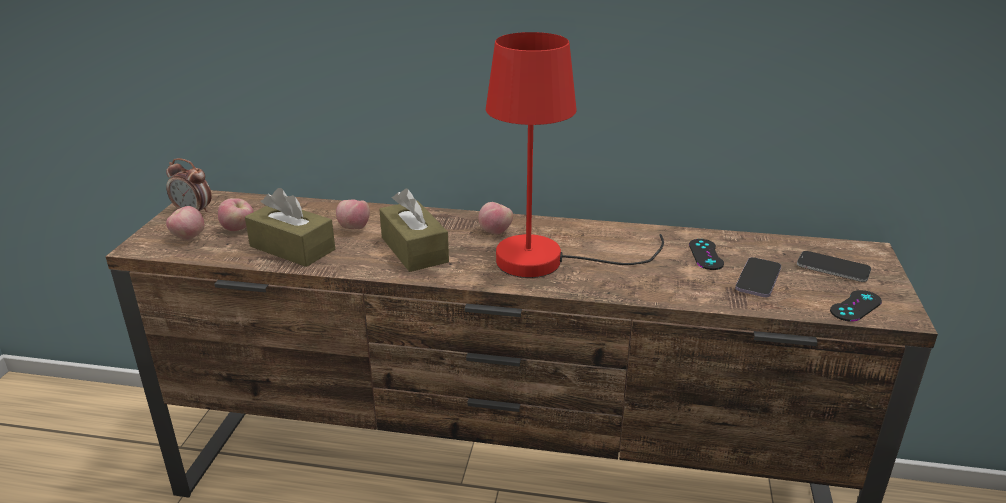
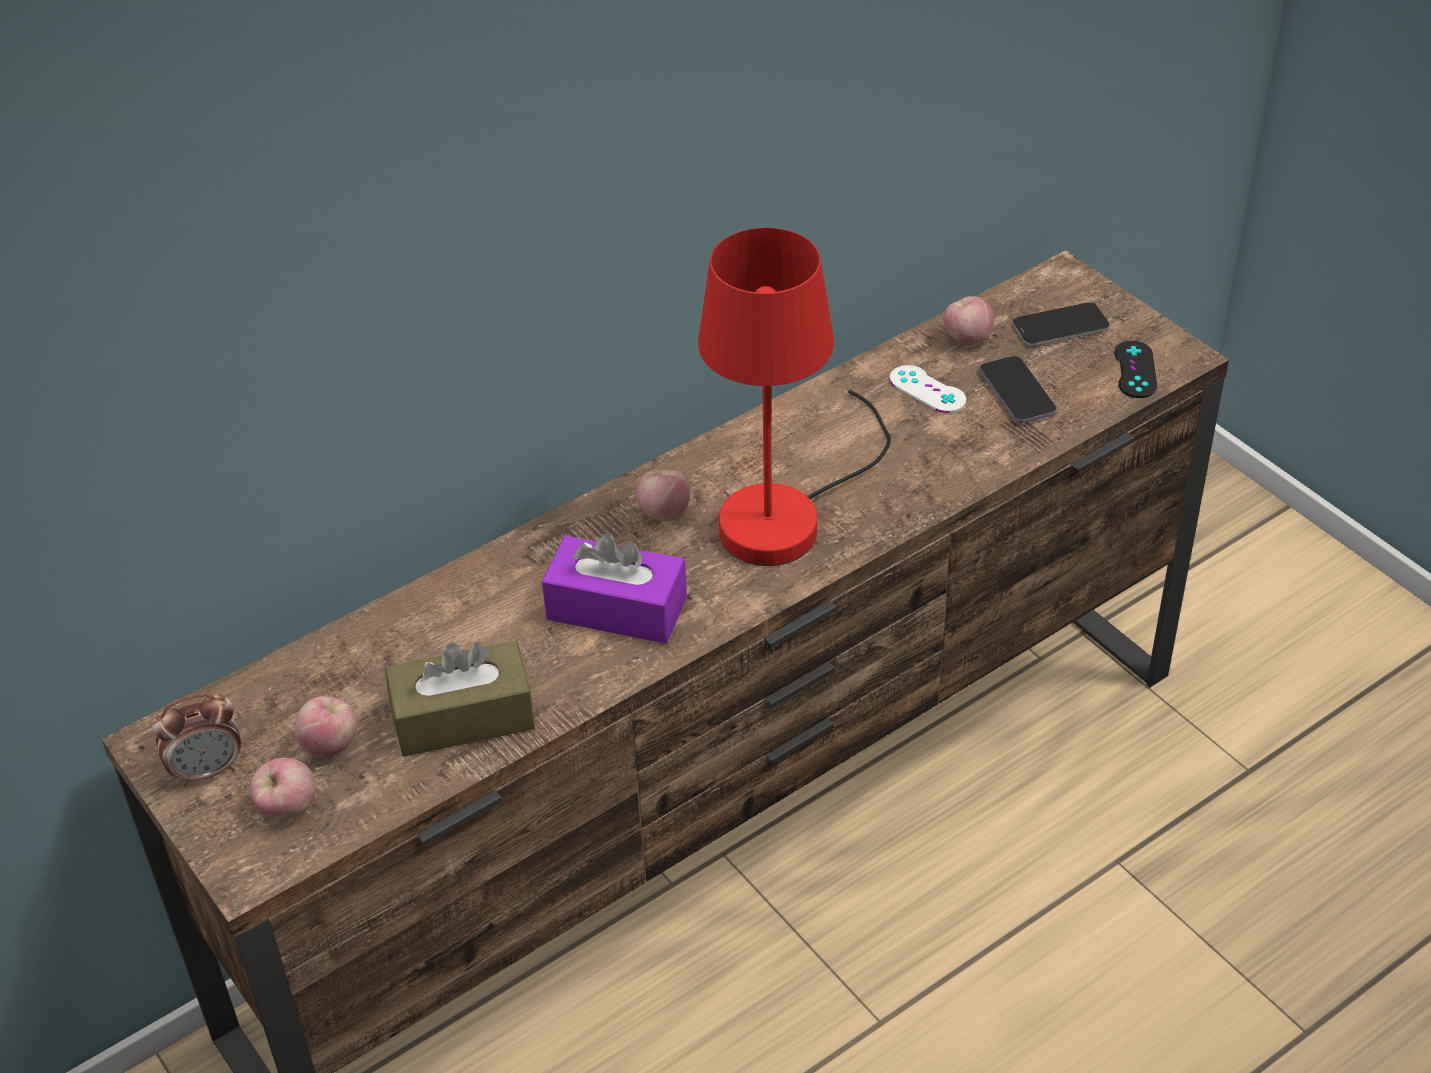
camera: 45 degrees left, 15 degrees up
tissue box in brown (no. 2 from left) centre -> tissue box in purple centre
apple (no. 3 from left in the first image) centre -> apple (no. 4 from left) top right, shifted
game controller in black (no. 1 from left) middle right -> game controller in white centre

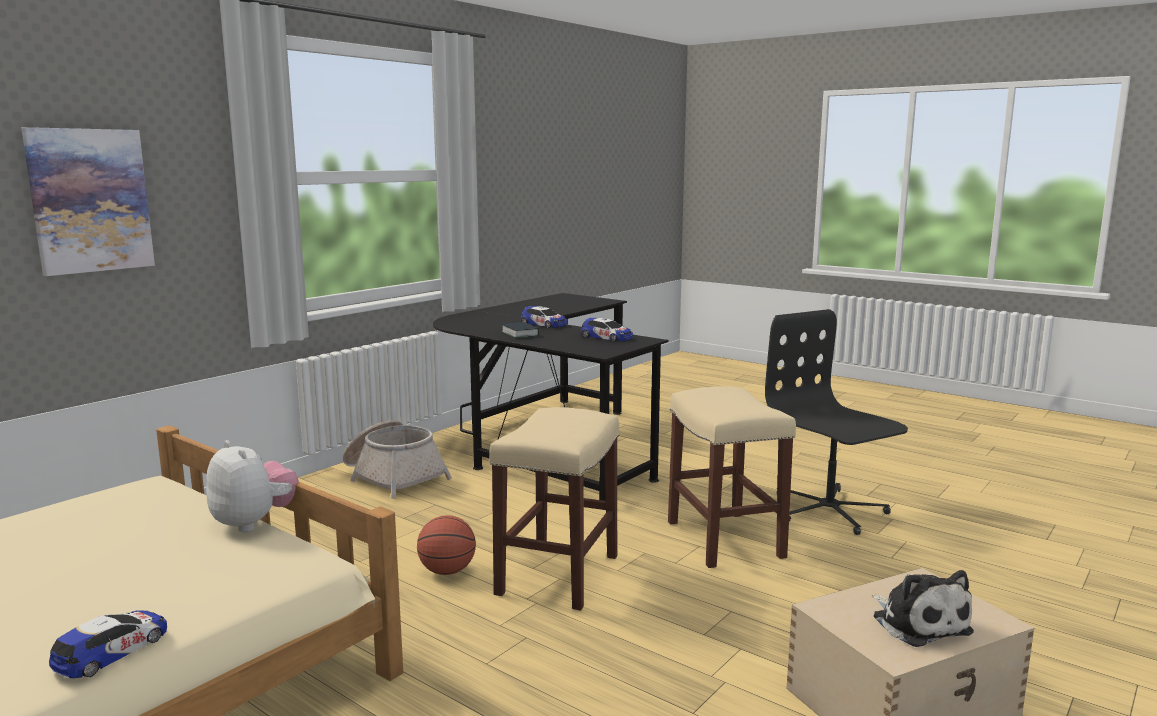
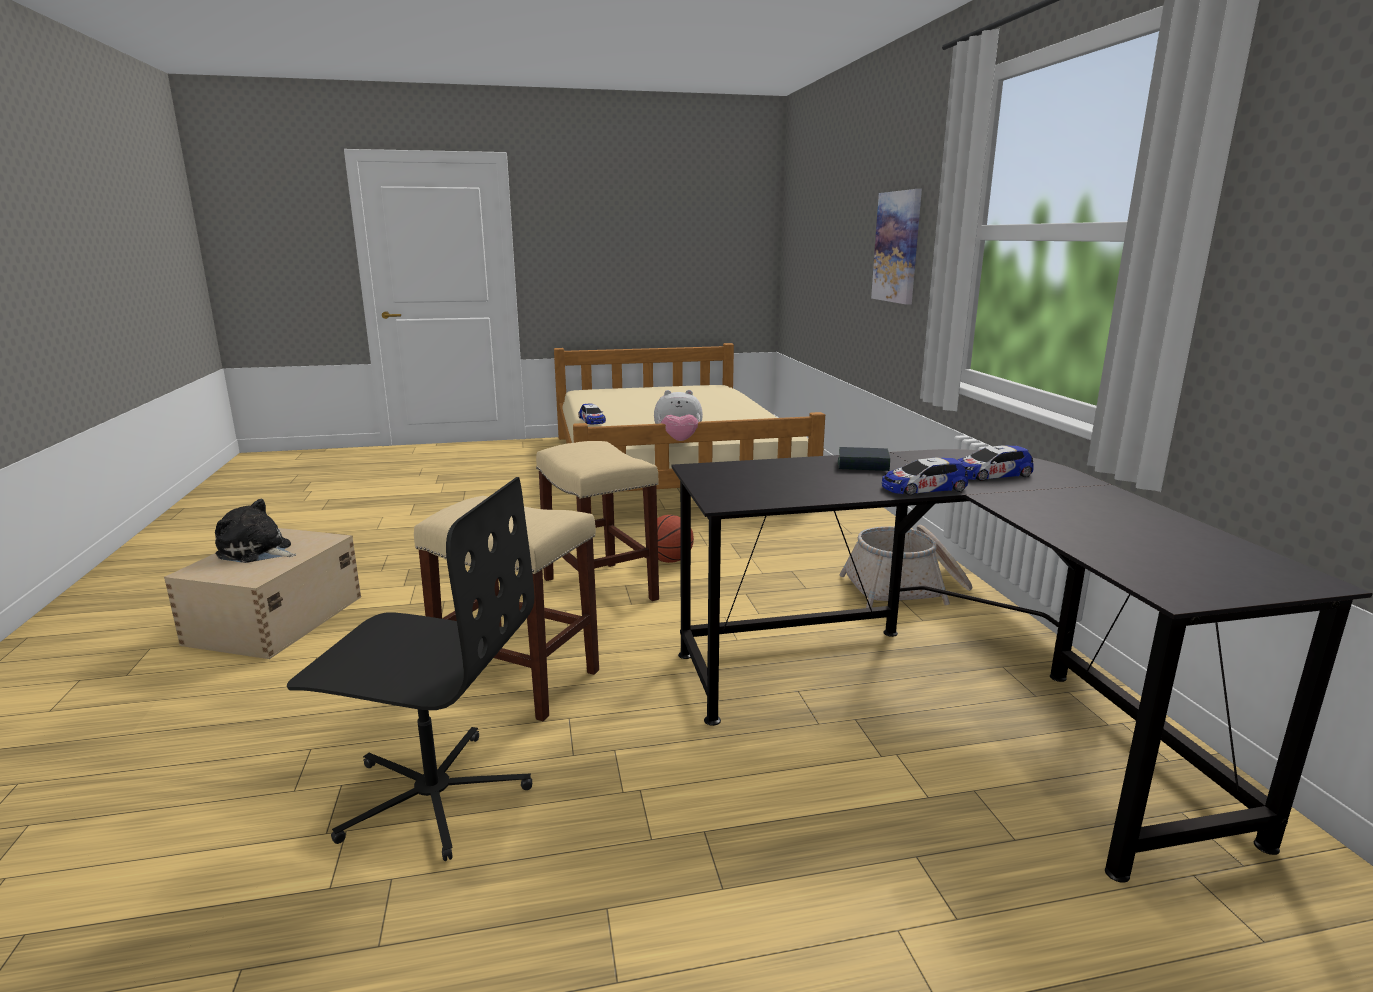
camera: 130 degrees right, 5 degrees up
toy car (no. 3 from left) centre -> toy car (no. 3 from left) middle right, shifted

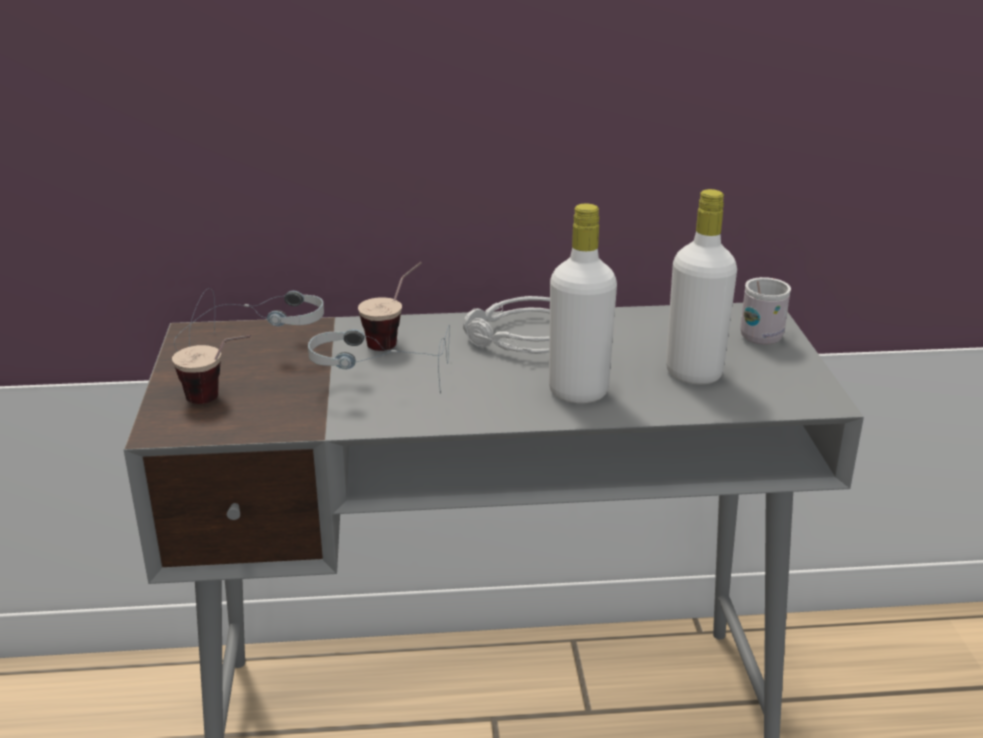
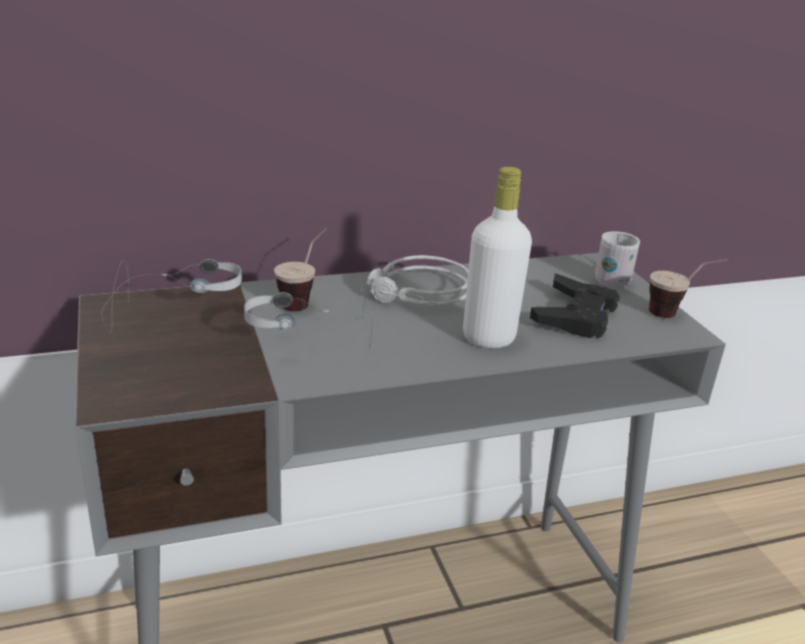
camera: 15 degrees left, 0 degrees up
bottle in white (no. 2 from left) middle right -> game controller in black middle right
cup (no. 1 from left in the first image) middle left -> cup (no. 2 from left) middle right, shifted

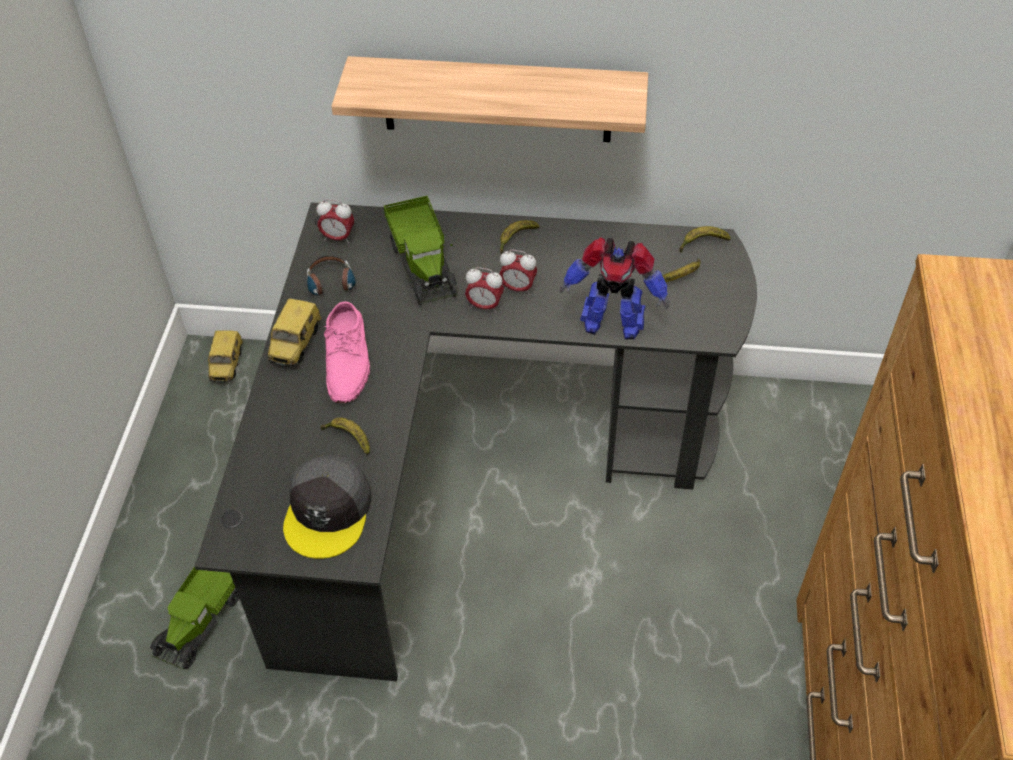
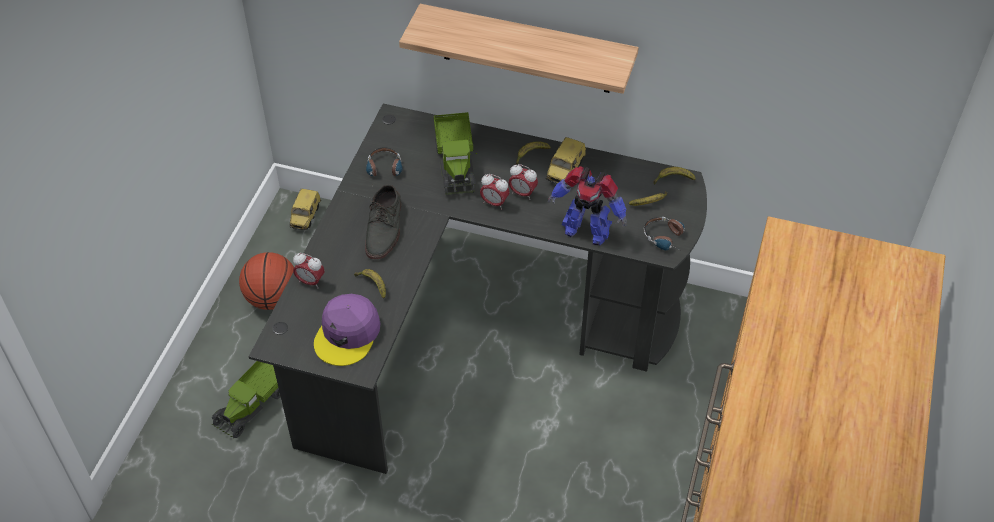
camera: 10 degrees right, 0 degrees up
alarm clock (no. 1 from left) top left -> alarm clock (no. 1 from left) middle left, shifted
toy car (no. 2 from left) middle left -> toy car (no. 2 from left) top centre, shifted
shoe in pink centre -> shoe in grey centre
cap in grey bottom left -> cap in purple centre
none -> headphones (no. 2 from left) middle right
none -> basketball middle left

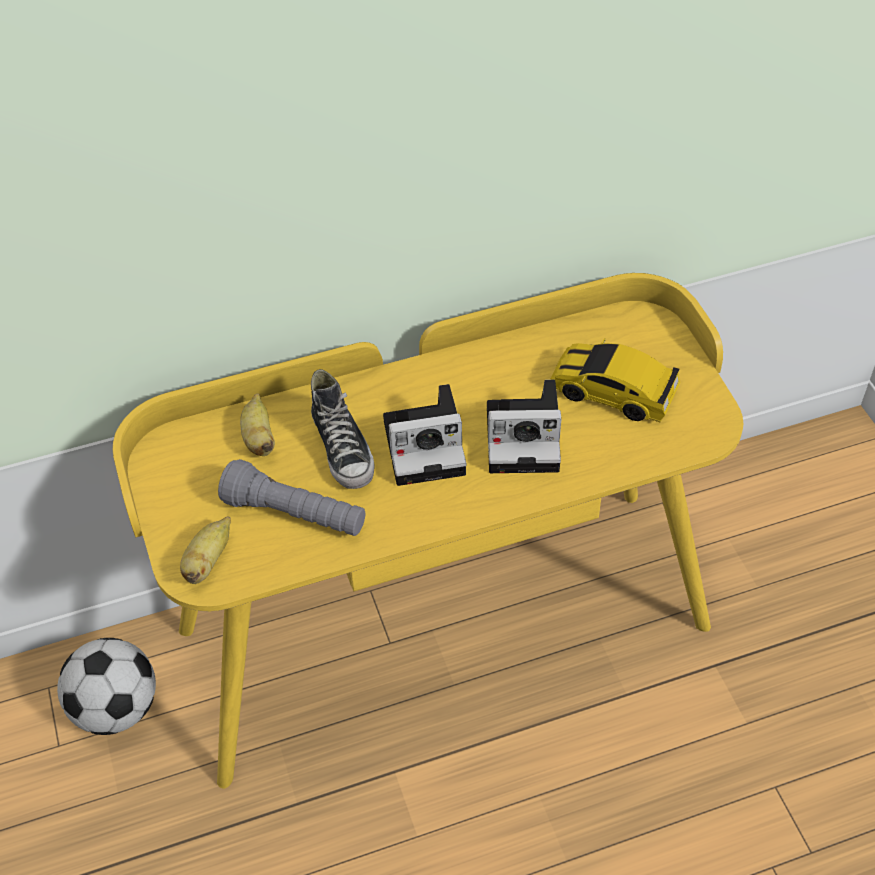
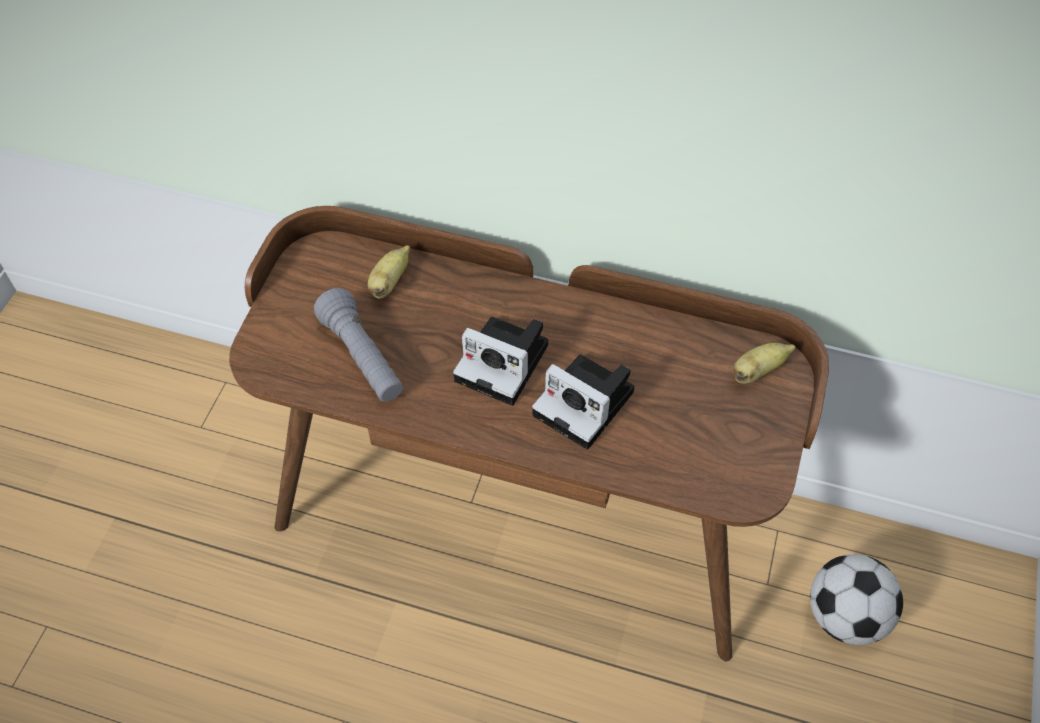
camera: 35 degrees right, 5 degrees up
desk in yellow centre -> desk in brown centre
toy car middle right -> none
shoe centre -> none
banana (no. 1 from left in the first image) middle left -> banana (no. 2 from left) middle right, shifted
football bottom left -> football bottom right, shifted

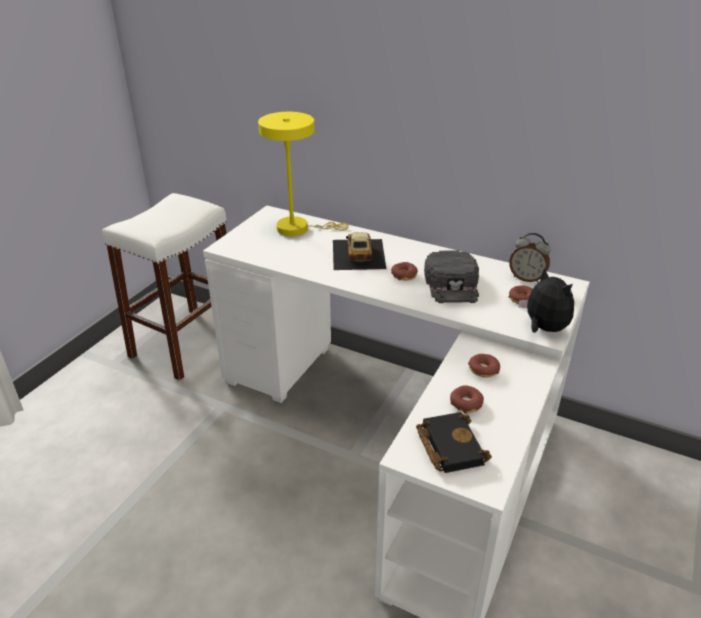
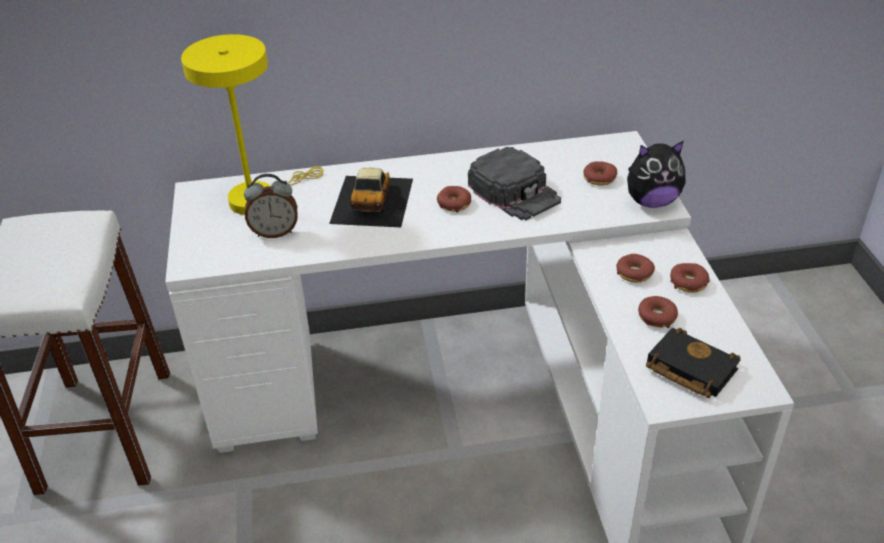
camera: 35 degrees left, 5 degrees up
toy car centre, 135 degrees counterclockwise
alarm clock middle right -> alarm clock middle left, shifted
plush toy middle right -> plush toy top right, 150 degrees clockwise
none -> donut (no. 5 from left) middle right

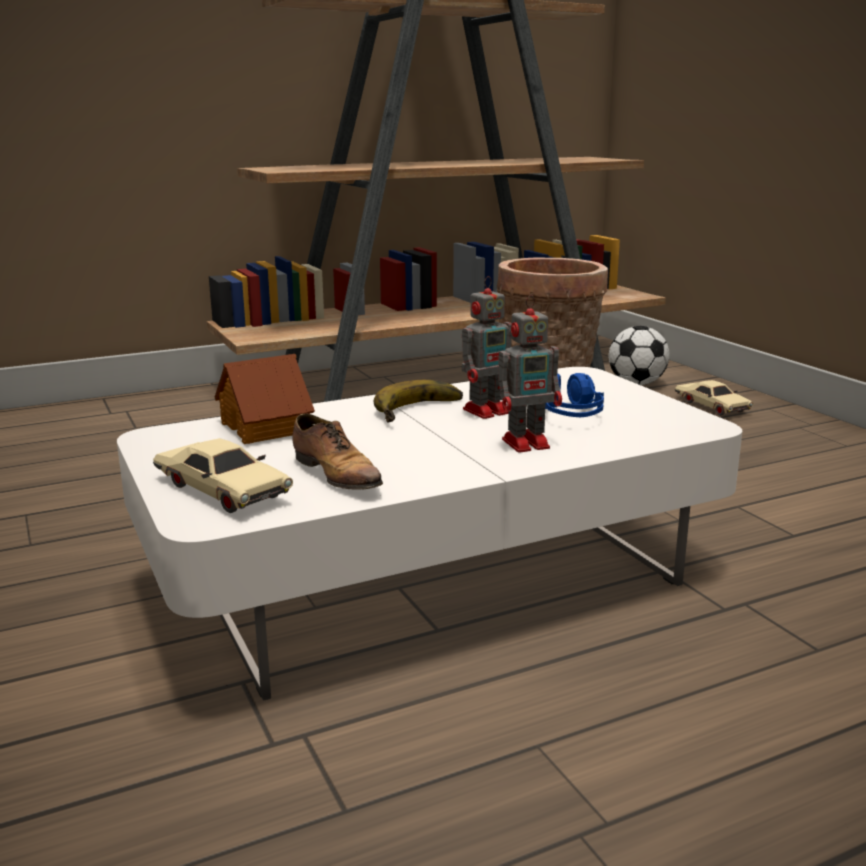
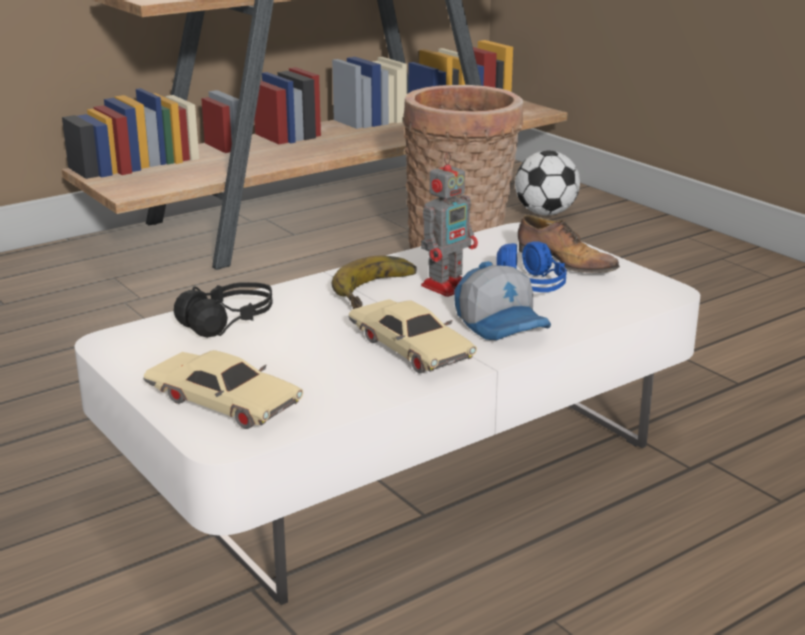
camera: 10 degrees left, 5 degrees up
toy robot (no. 2 from left) centre -> cap centre
toy house middle left -> headphones in black middle left
toy car in beige (no. 2 from left) middle right -> toy car in beige (no. 2 from left) centre, shifted
shoe centre -> shoe middle right, shifted

